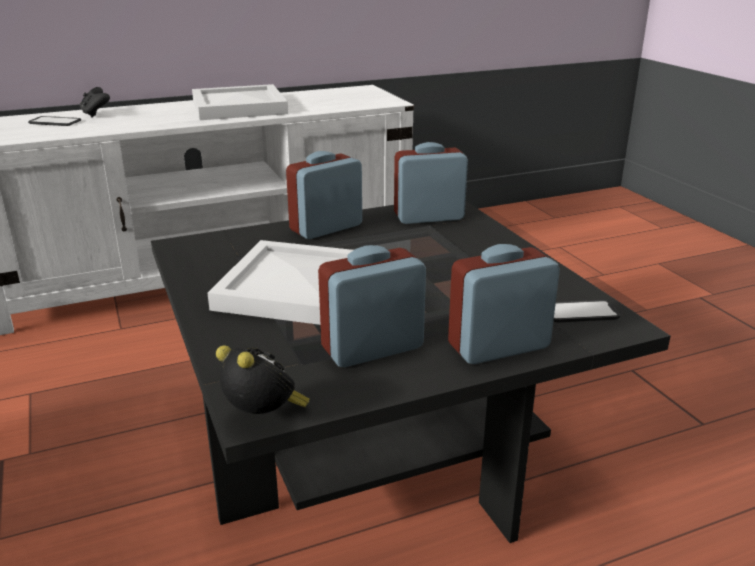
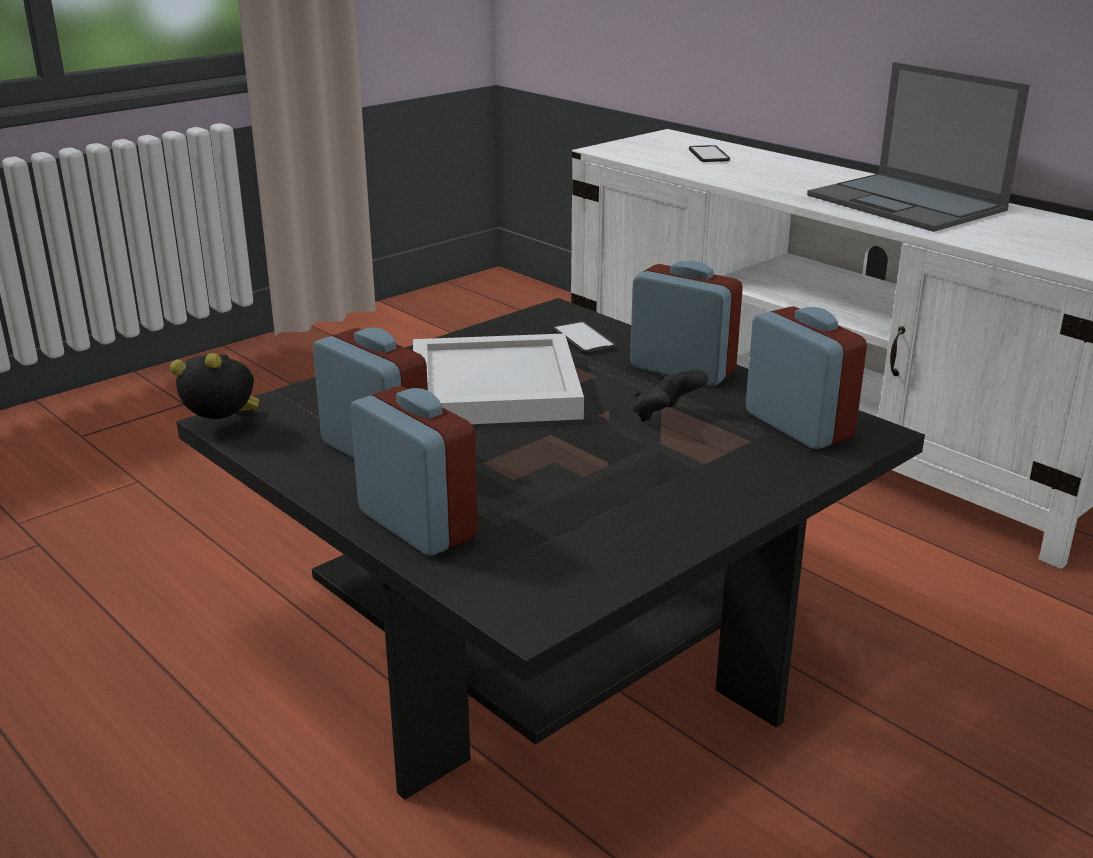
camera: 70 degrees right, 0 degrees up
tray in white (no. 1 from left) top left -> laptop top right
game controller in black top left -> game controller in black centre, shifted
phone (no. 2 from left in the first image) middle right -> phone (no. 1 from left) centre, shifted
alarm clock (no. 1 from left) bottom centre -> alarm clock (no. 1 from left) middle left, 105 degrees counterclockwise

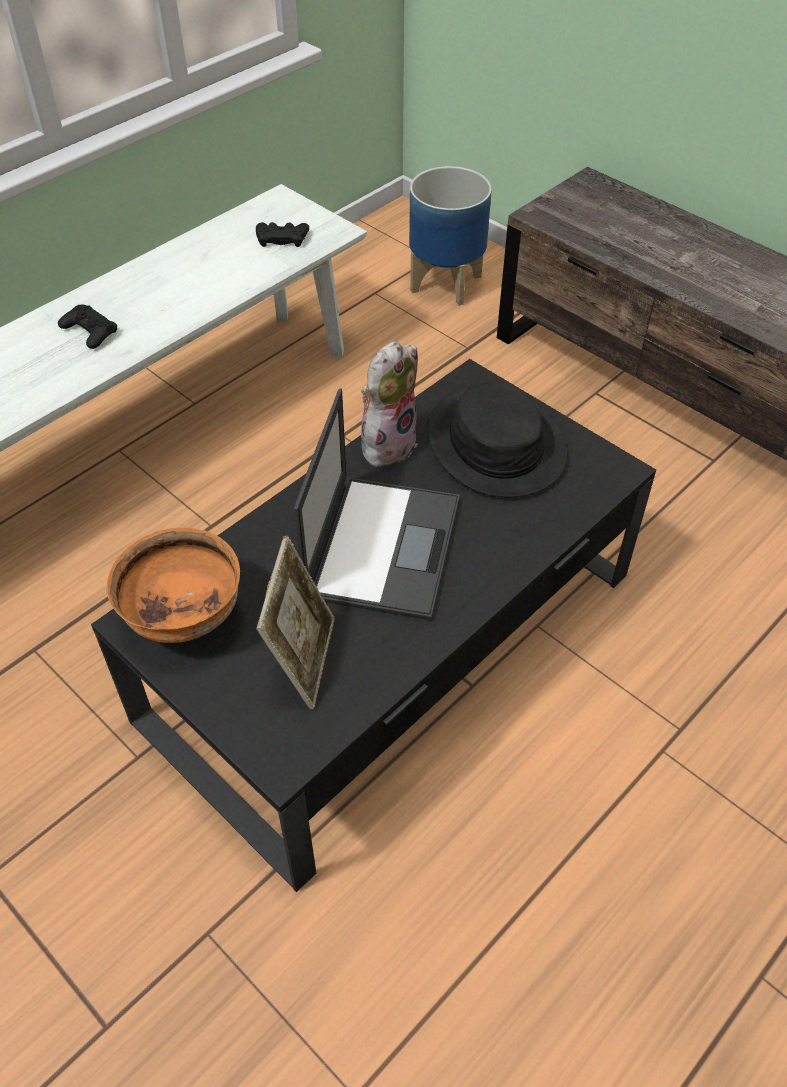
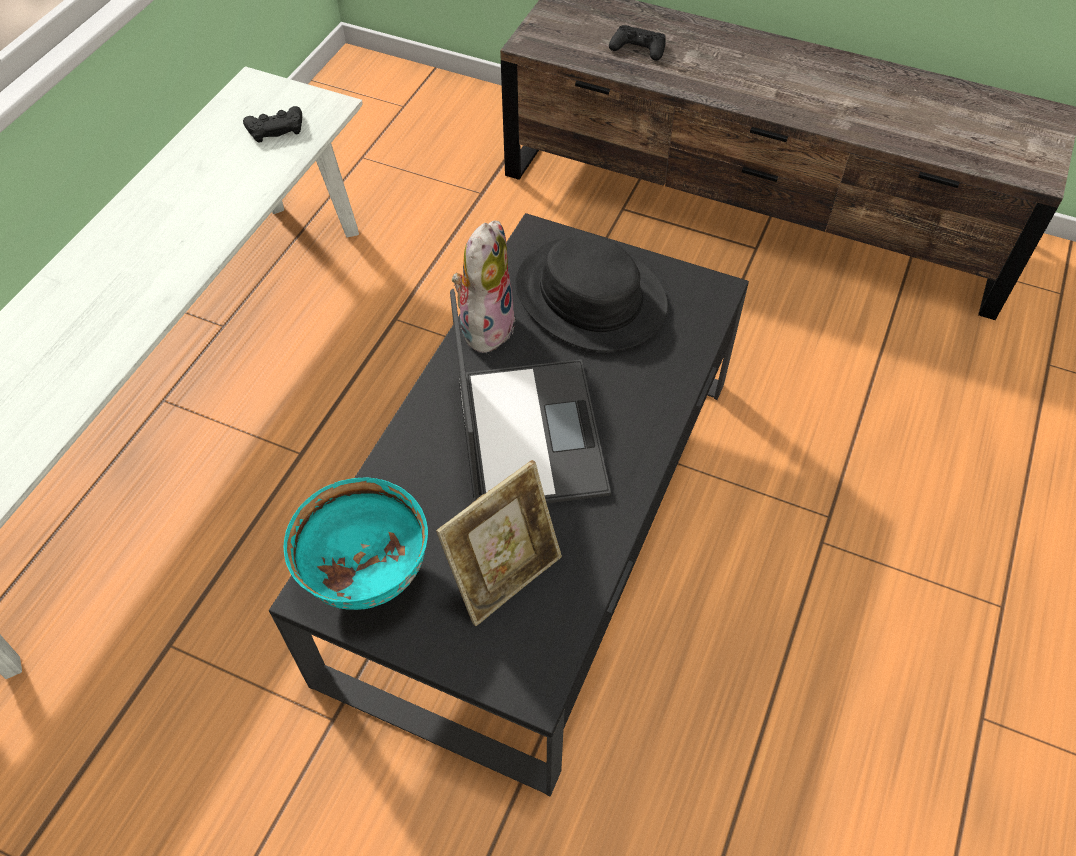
camera: 20 degrees left, 5 degrees up
planter top centre -> none
game controller in black (no. 1 from left in the first image) top left -> game controller in black (no. 2 from left) top centre, shifted
bowl in orange middle left -> bowl in turquoise middle left
picture frame centre, 60 degrees clockwise

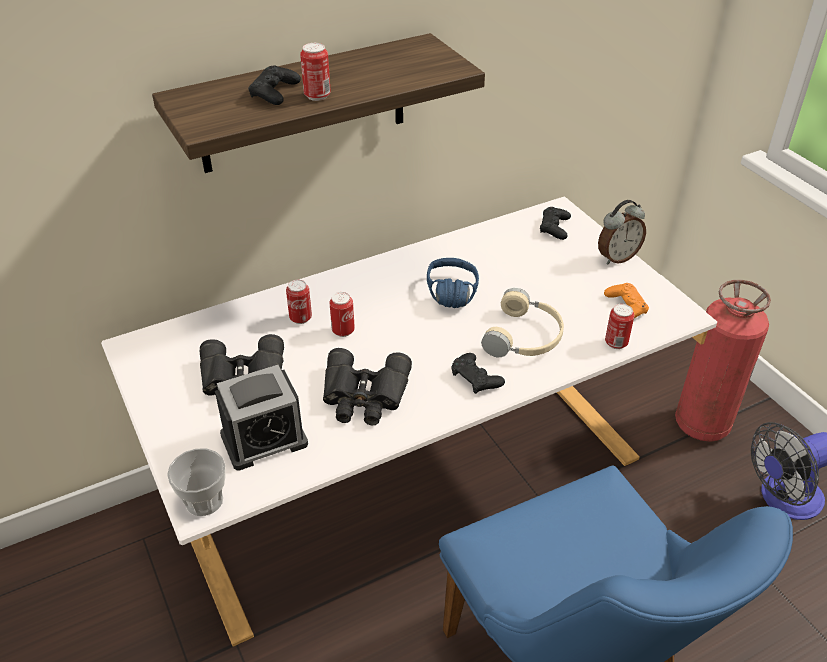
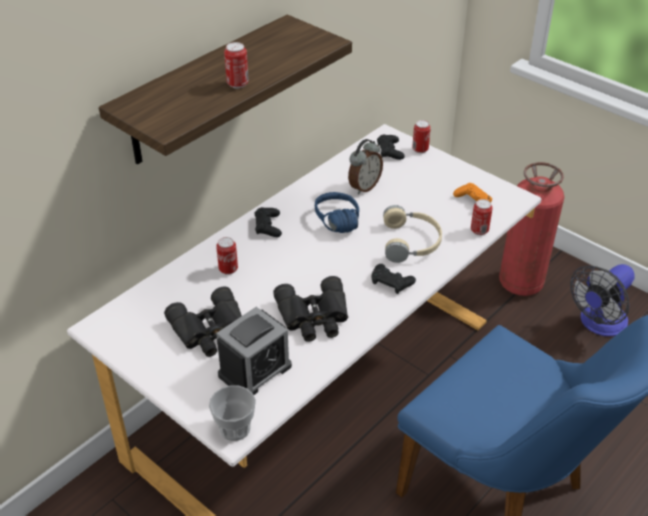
camera: 20 degrees left, 0 degrees up
game controller in black (no. 1 from left) top left -> game controller in black (no. 1 from left) centre, shifted
alarm clock (no. 2 from left) middle right -> alarm clock (no. 2 from left) top centre, shifted
can (no. 3 from left) centre -> can (no. 3 from left) top centre, shifted

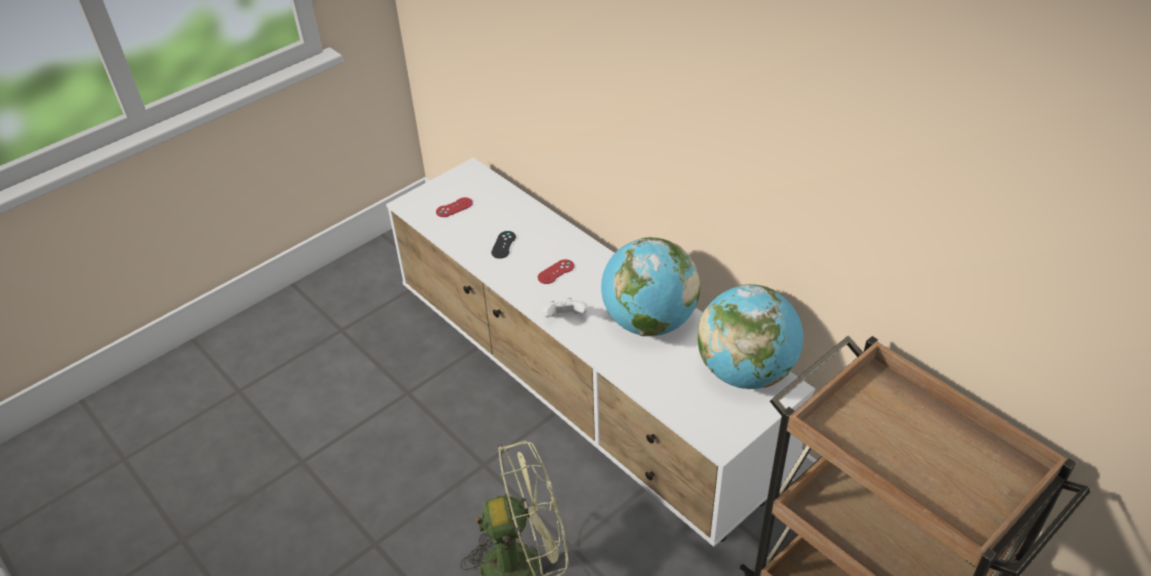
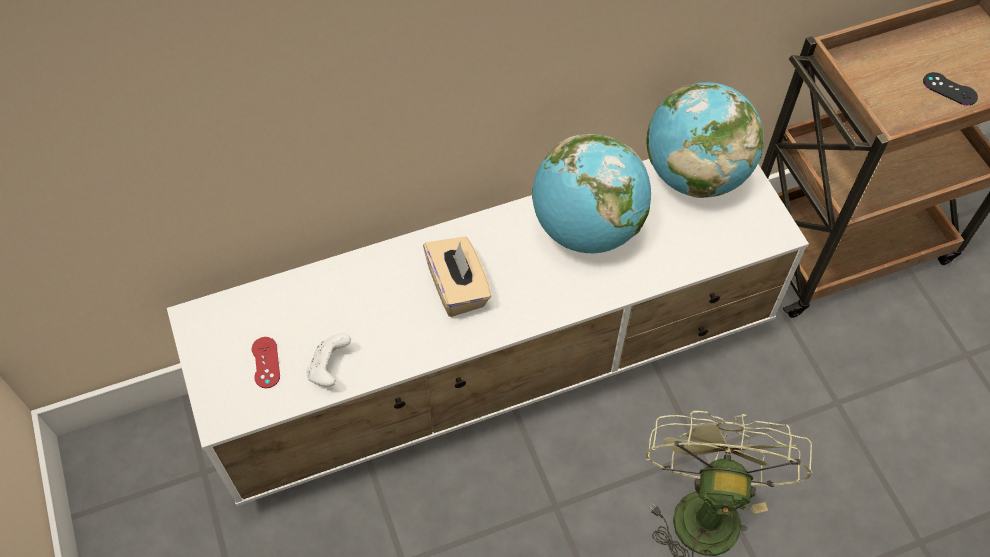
camera: 70 degrees left, 15 degrees up
game controller in black centre -> game controller in black top right, shifted
game controller in red (no. 2 from left) centre -> tissue box in beige centre
game controller in white centre -> game controller in white middle left, shifted

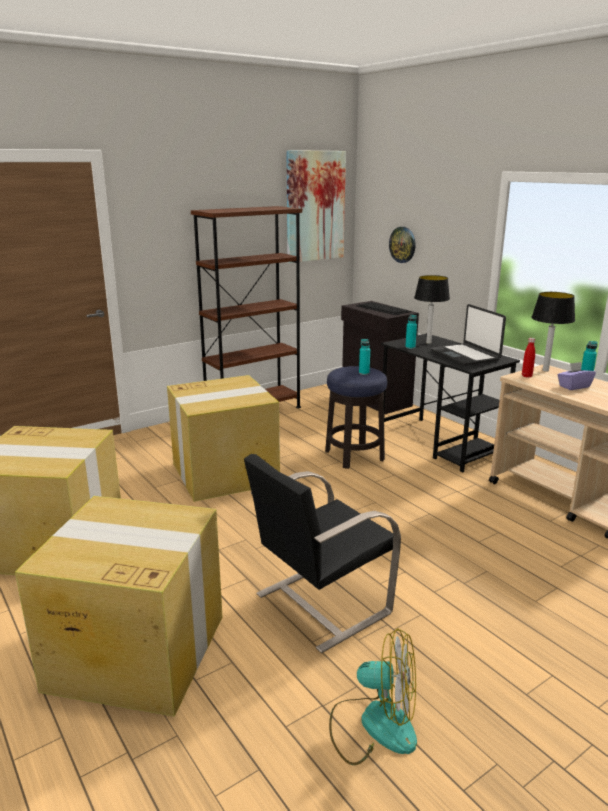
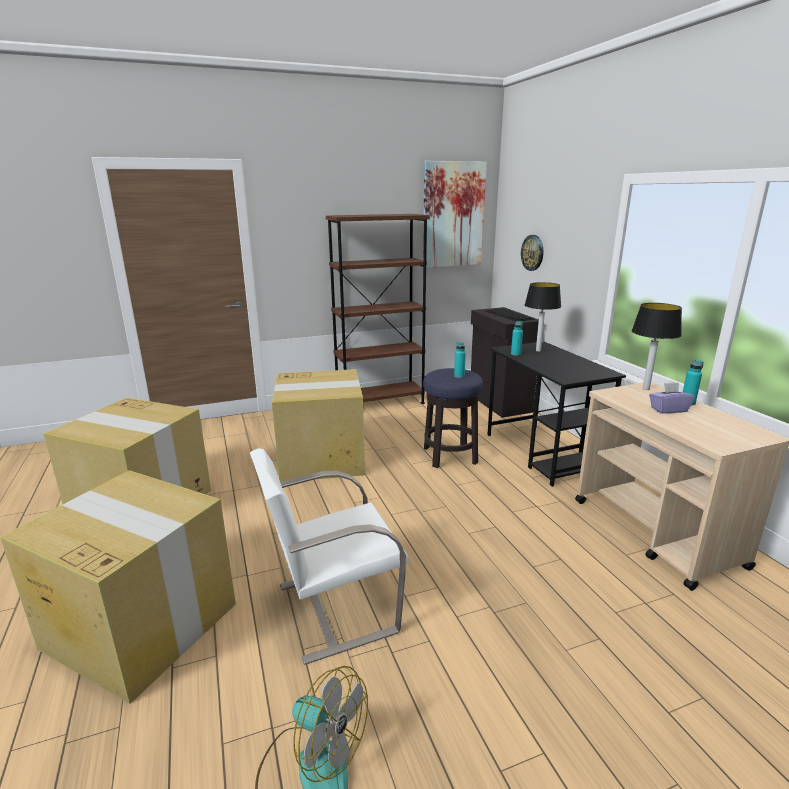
camera: 15 degrees right, 0 degrees up
laptop middle right -> none
bottle in red middle right -> none
chair in black bottom centre -> chair in white bottom centre

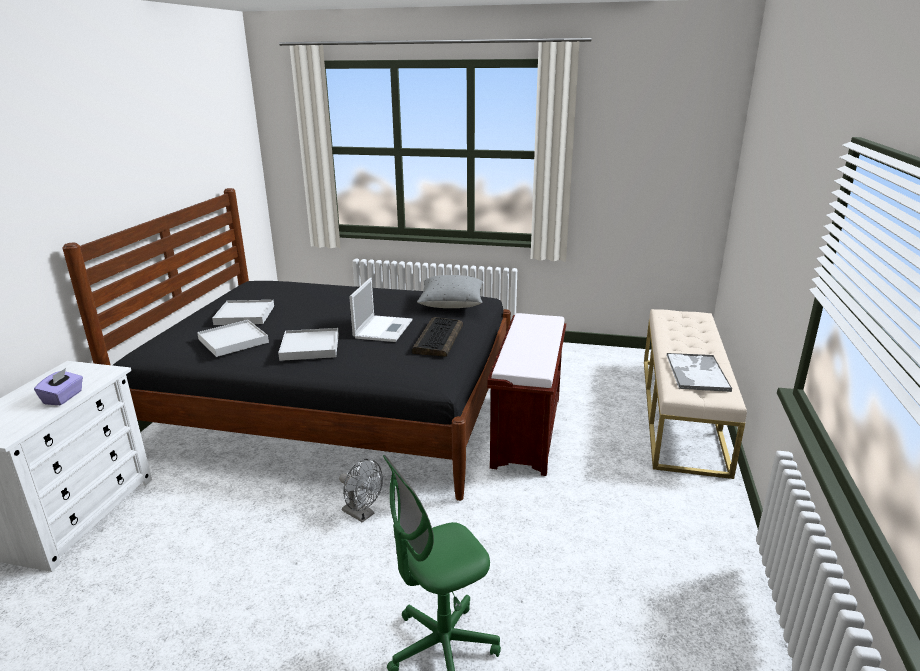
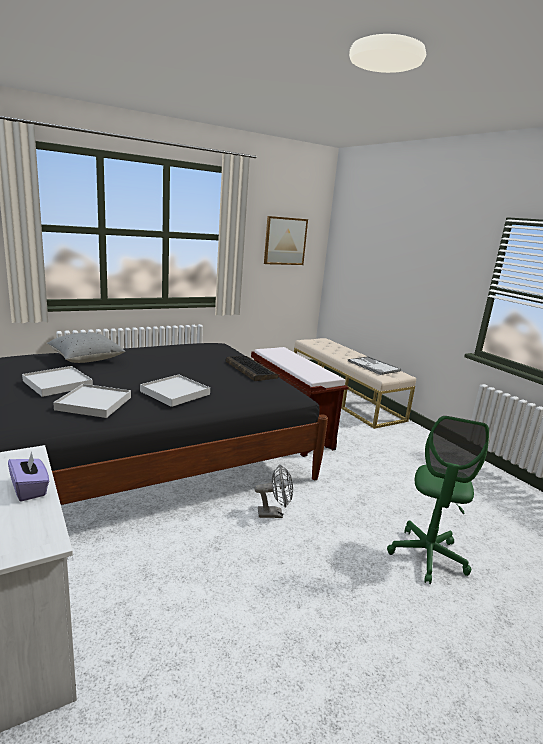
camera: 45 degrees left, 5 degrees down
pillow in grey centre -> pillow in grey middle left, shifted
laptop centre -> none
none -> picture top centre

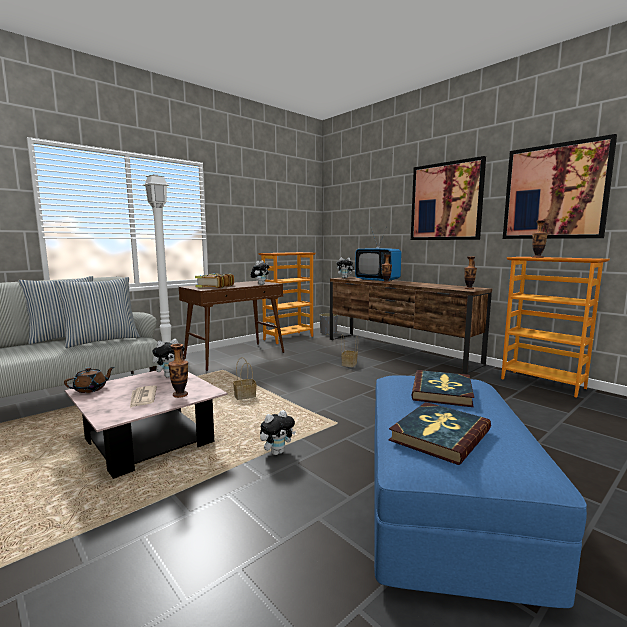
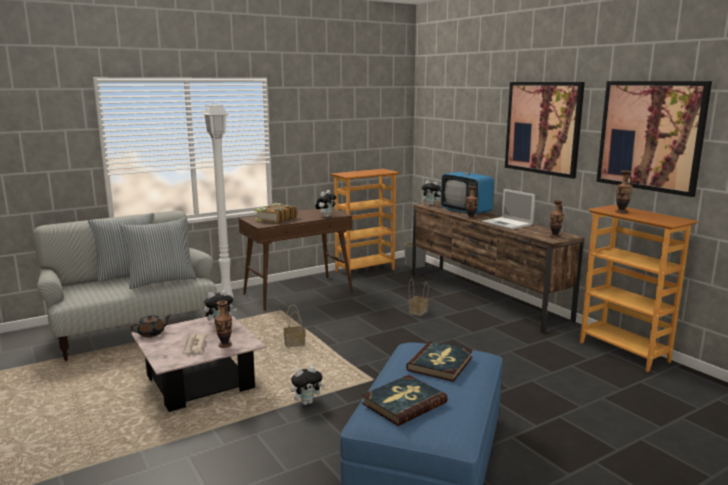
camera: 10 degrees right, 5 degrees up
none -> laptop middle right

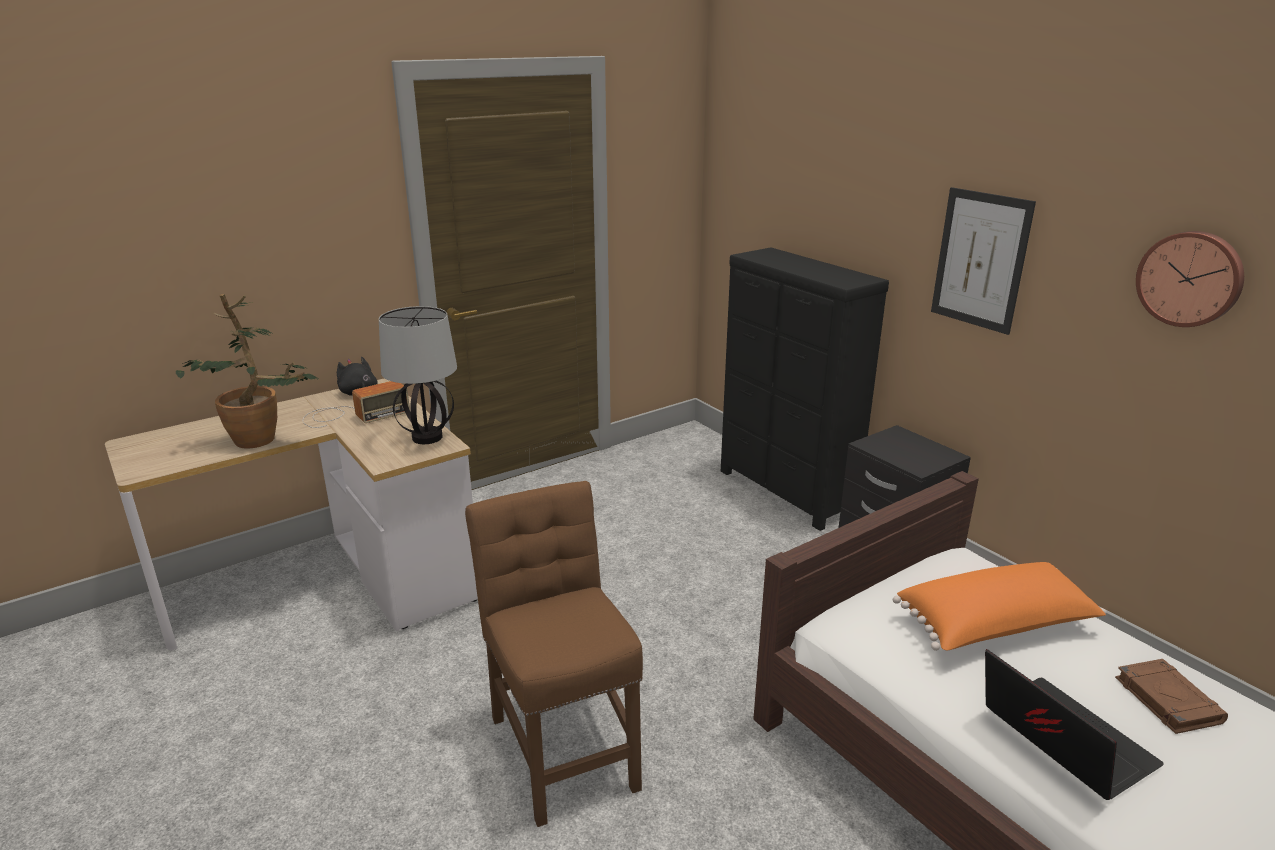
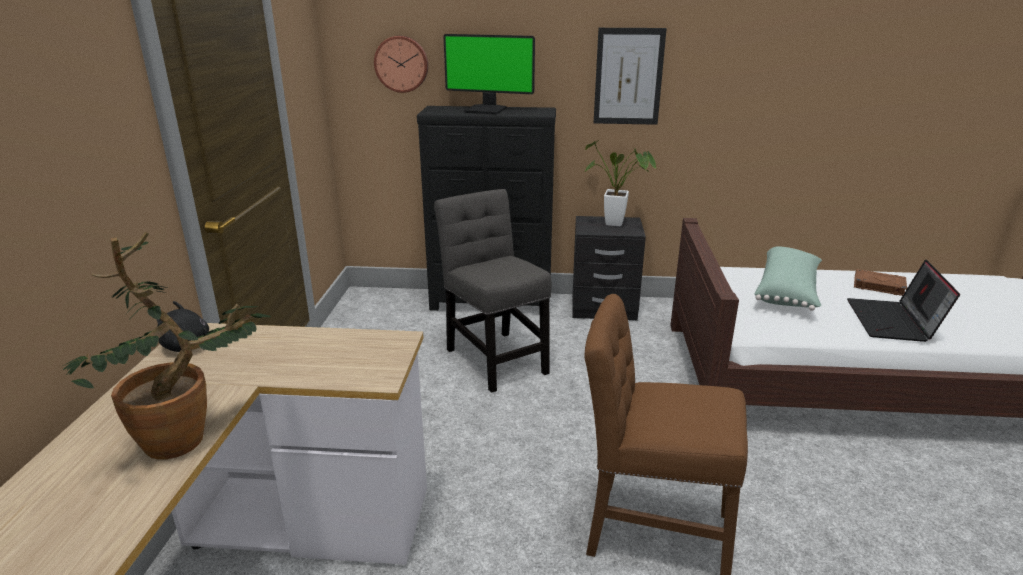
camera: 50 degrees left, 0 degrees up
wall clock top right -> wall clock top centre, shifted
table lamp middle left -> none
radio middle left -> none
pillow in orange bottom right -> pillow in green middle right
laptop bottom right -> laptop middle right, 90 degrees counterclockwise
none -> monitor top centre
none -> potted plant (no. 2 from left) top centre
none -> chair in grey centre

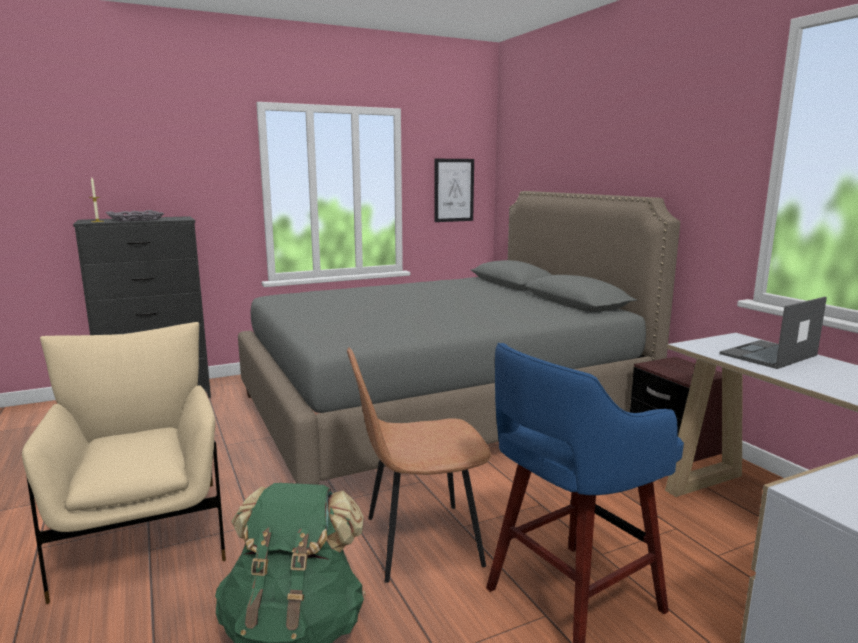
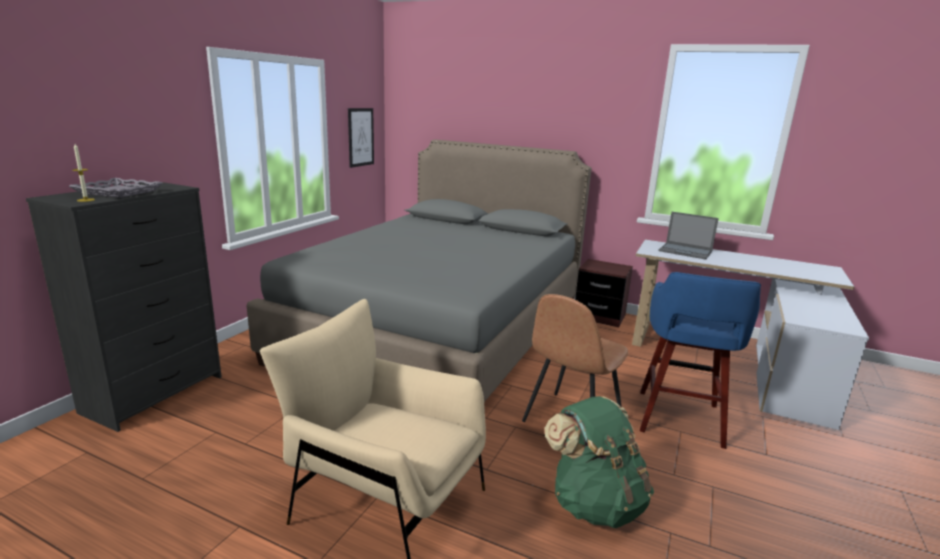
camera: 40 degrees left, 5 degrees up
laptop middle right, 75 degrees counterclockwise

